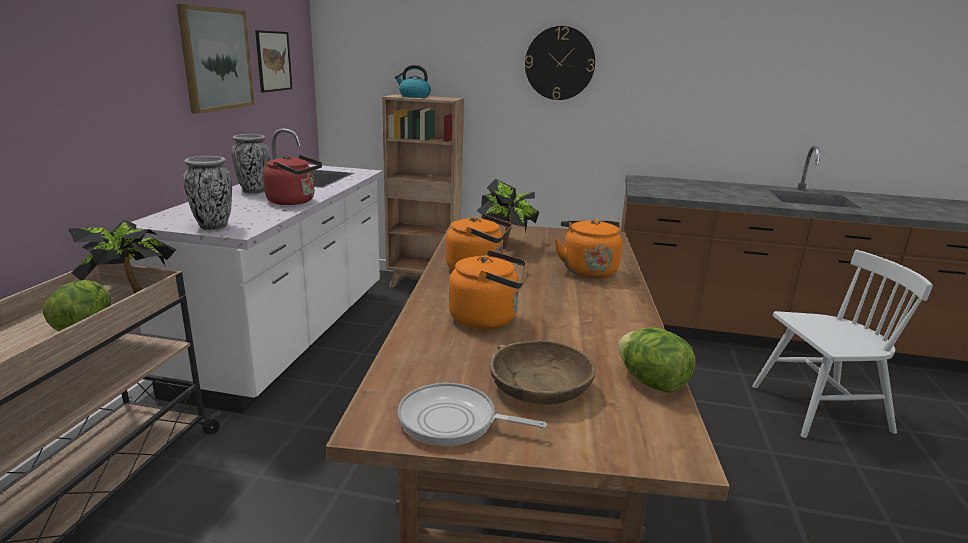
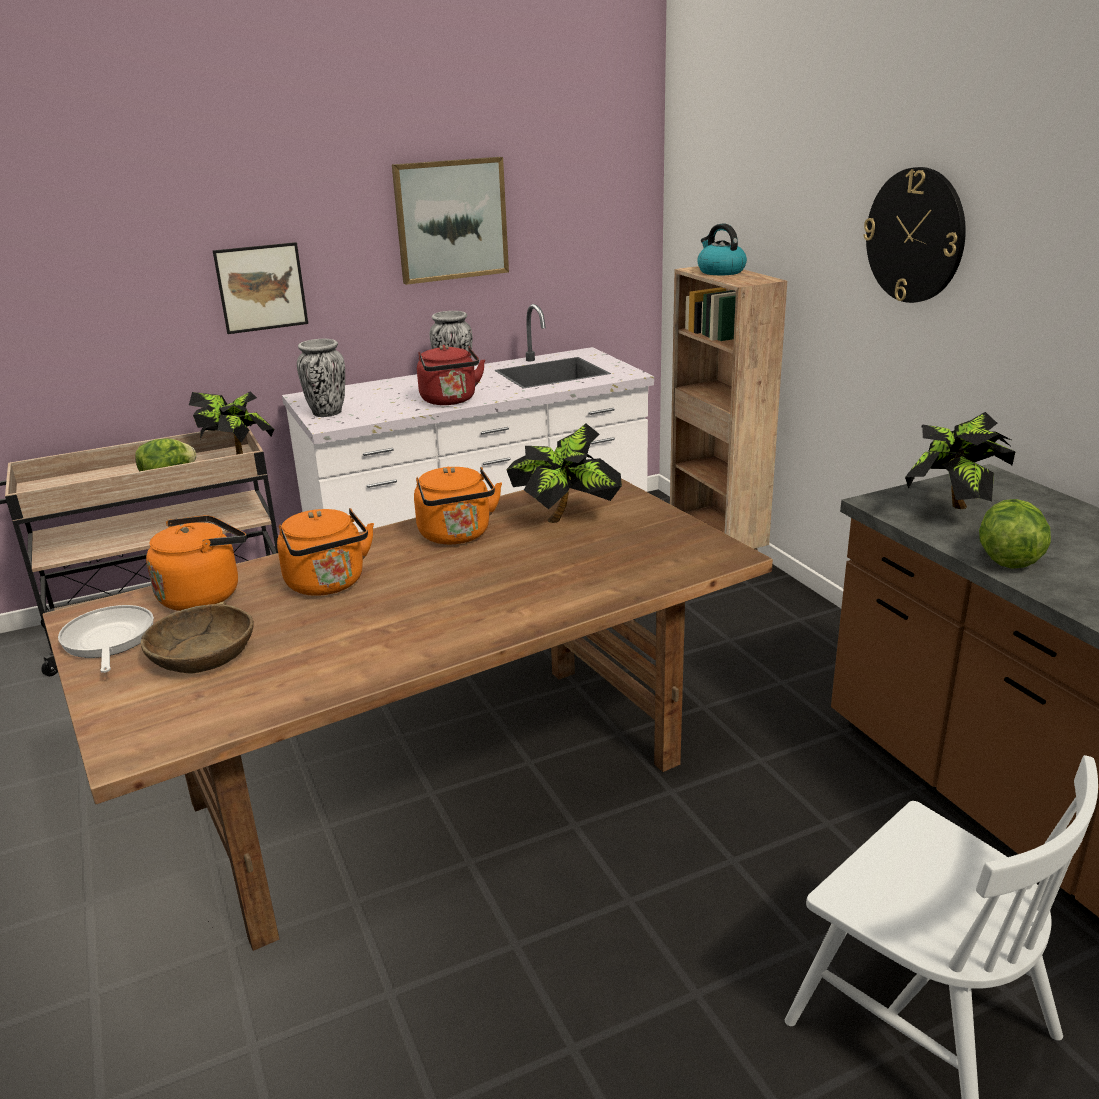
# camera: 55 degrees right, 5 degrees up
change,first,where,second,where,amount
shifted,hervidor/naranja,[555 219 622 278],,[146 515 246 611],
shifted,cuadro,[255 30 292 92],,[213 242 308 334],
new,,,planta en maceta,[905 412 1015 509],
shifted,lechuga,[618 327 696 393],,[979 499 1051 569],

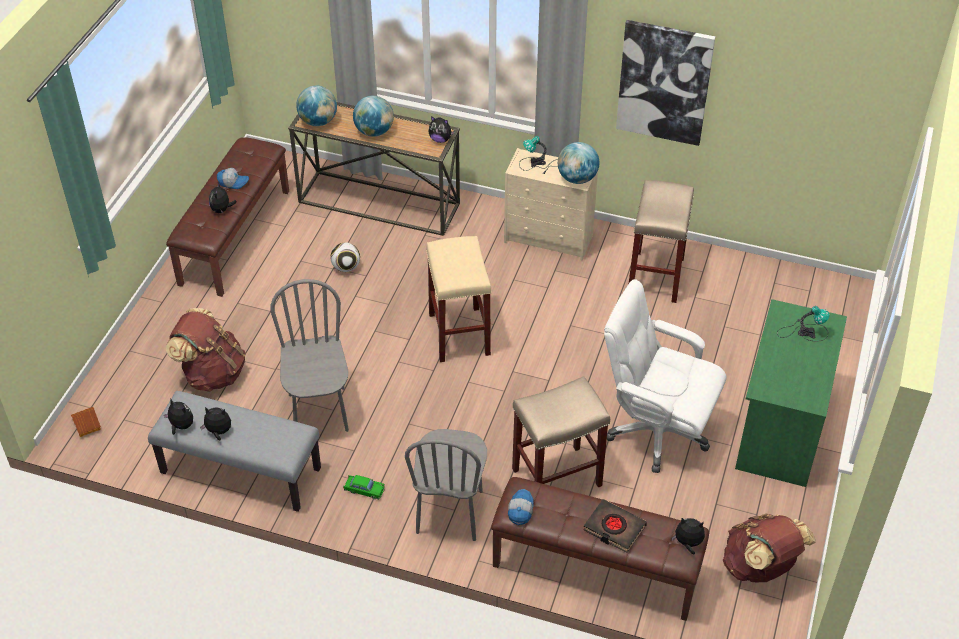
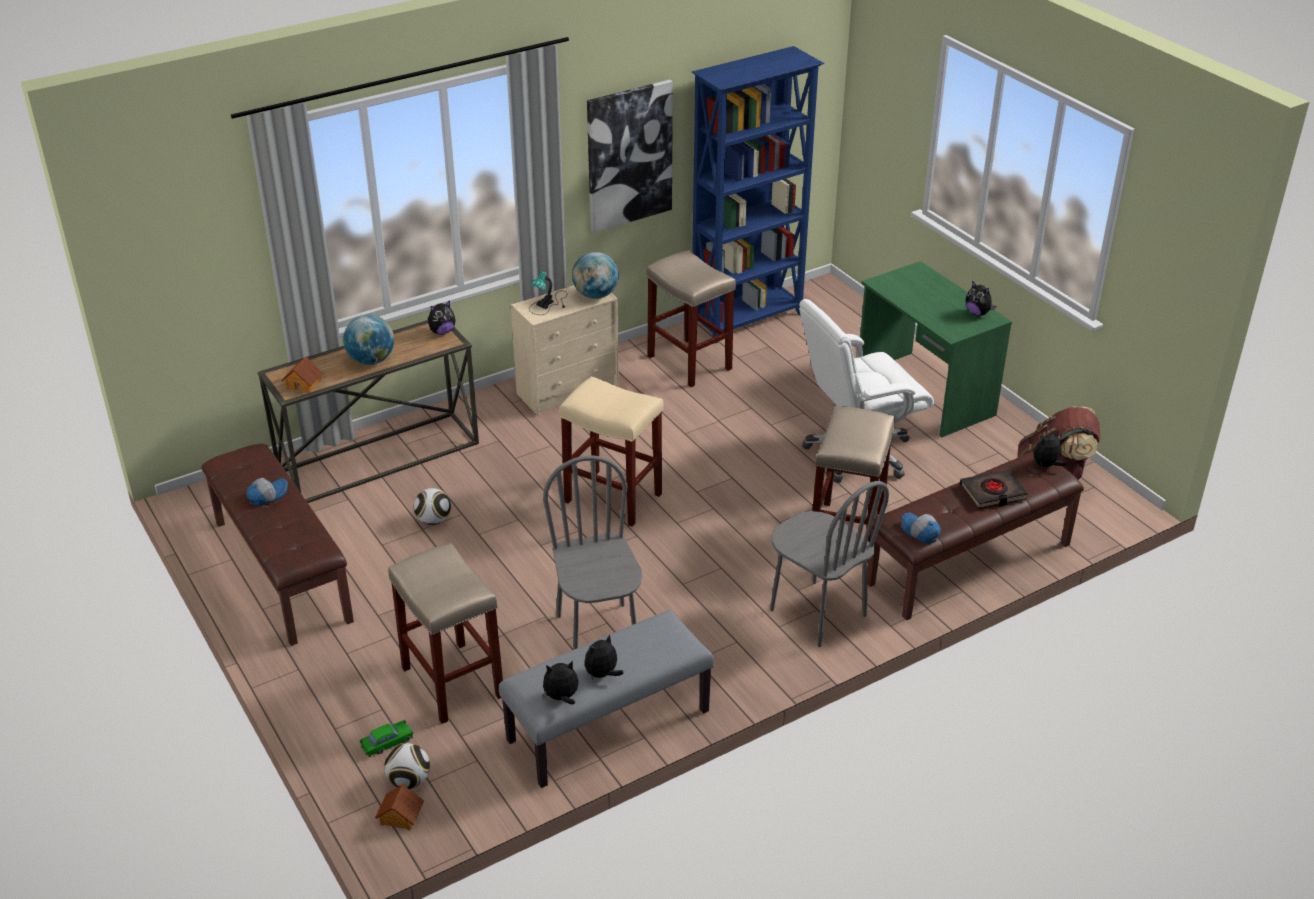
# camera: 50 degrees left, 10 degrees down
change,first,where,second,where,amount
swapped,globo terráqueo,[296 86 337 126],casita,[281 356 323 393],
shifted,coche de juguete/verde,[343 475 385 500],,[359 720 413 757],
new,,,balón de fútbol,[384 743 430 789],
swapped,mochila/marrón,[166 308 246 392],taburete/beis,[388 543 503 724],
rotated,silla/gris,[270 279 349 432],,[543 455 643 650],45 degrees clockwise
new,,,estantería/azul,[692 46 824 344],
shifted,peluche,[209 183 237 214],,[965 281 996 316],
gone,lámpara de mesa,[777 306 830 341],,,

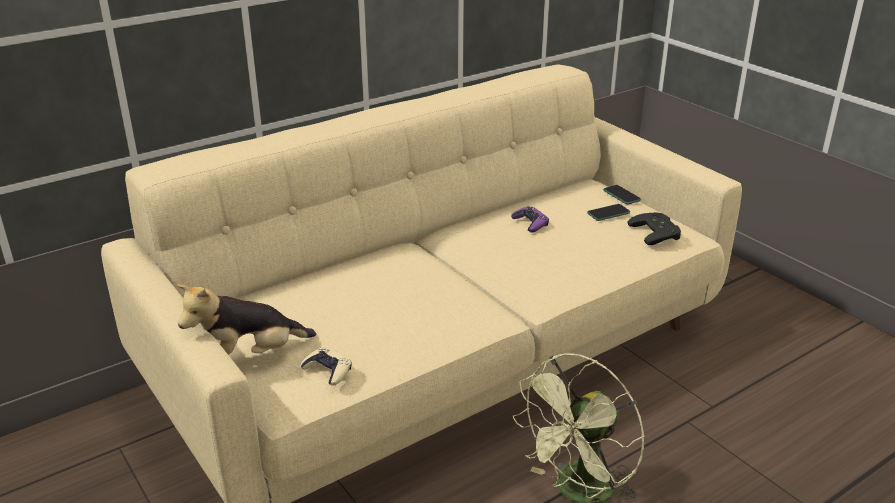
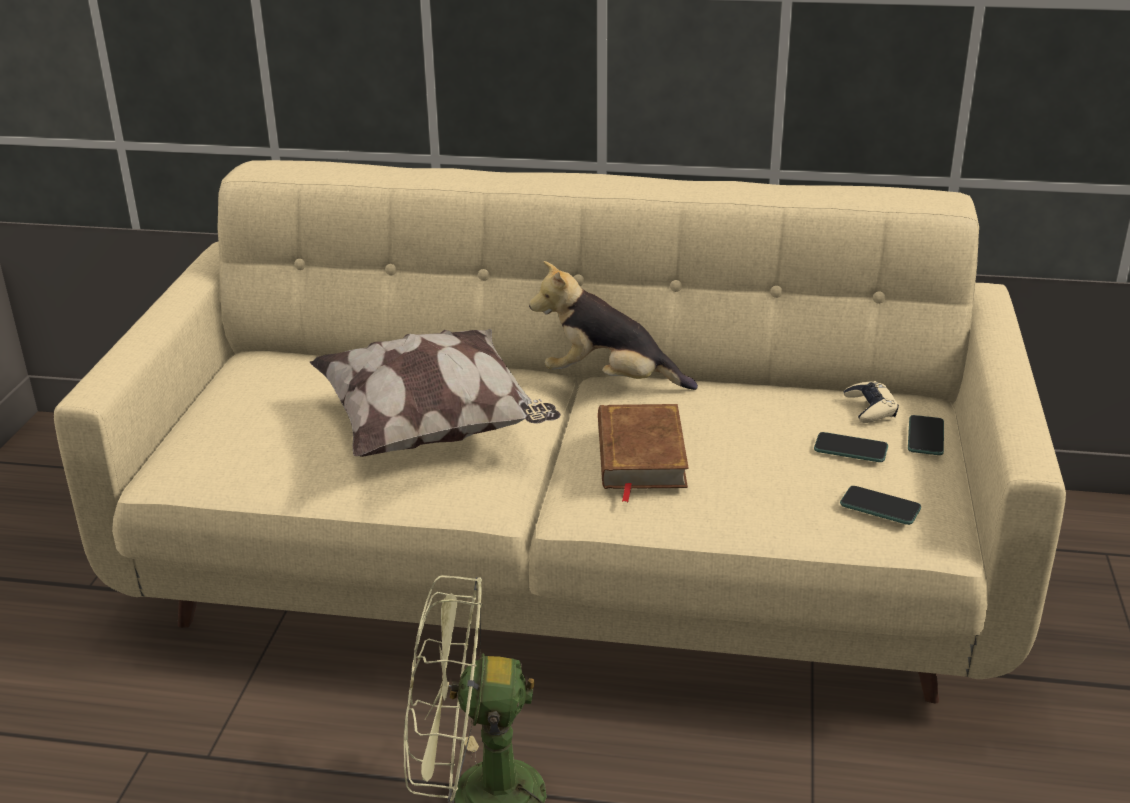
# camera: 45 degrees right, 0 degrees up
change,first,where,second,where,amount
new,,,cojín,[310 329 561 457],
shifted,peluche,[177 285 316 355],,[529 261 698 390],
new,,,libro/marrón,[598 404 689 502],
swapped,mando de consola/negro,[627 212 681 245],móvil,[840 486 921 525],
shifted,mando de consola/beis,[301 348 352 386],,[844 381 899 423],
gone,mando de consola/morado,[511 206 549 233],,,

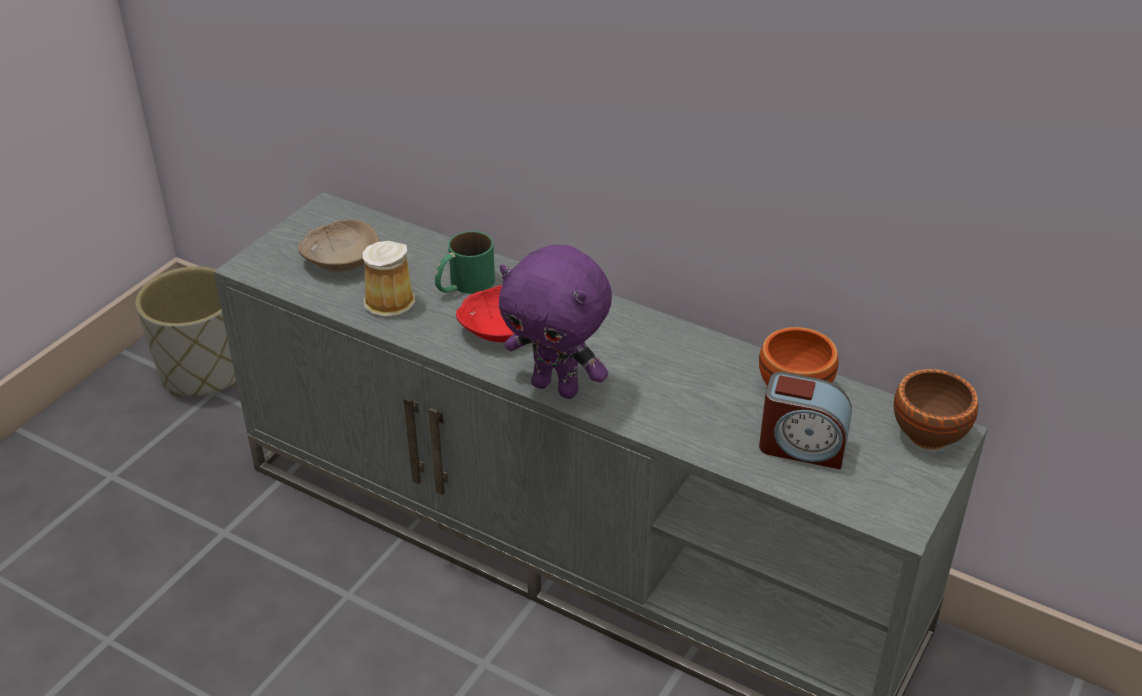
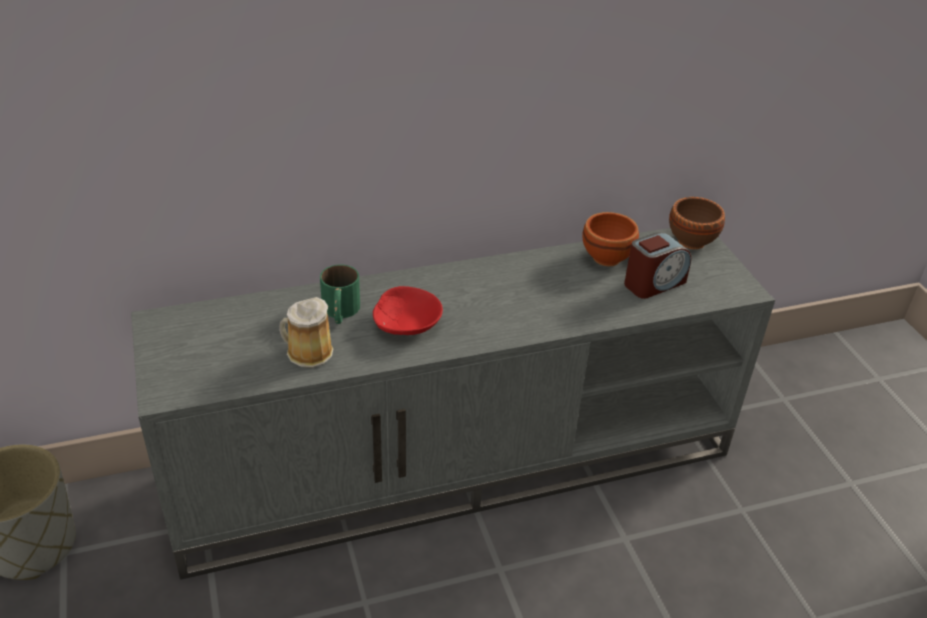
# camera: 50 degrees left, 0 degrees up
change,first,where,second,where,amount
gone,cuenco/beis,[298 219 379 271],,,
gone,peluche/morado,[499 245 612 399],,,

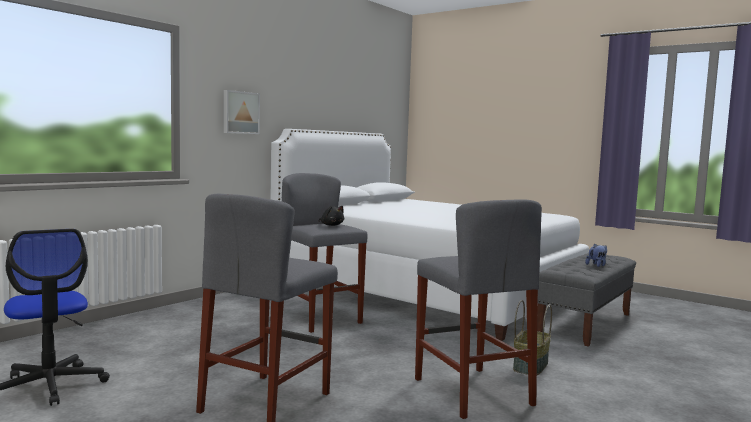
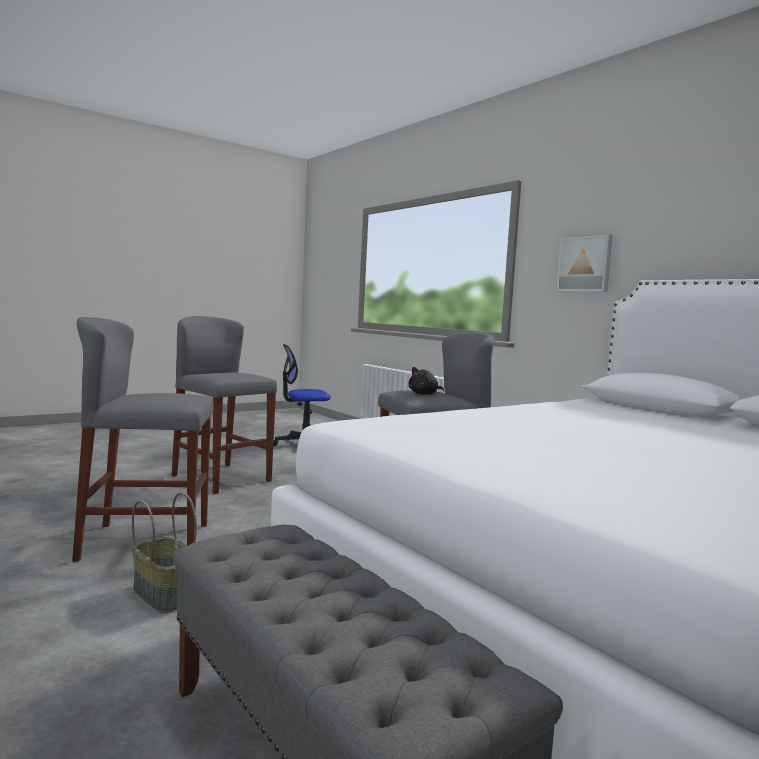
# camera: 105 degrees right, 0 degrees up
change,first,where,second,where,amount
gone,peluche,[585 244 607 267],,,

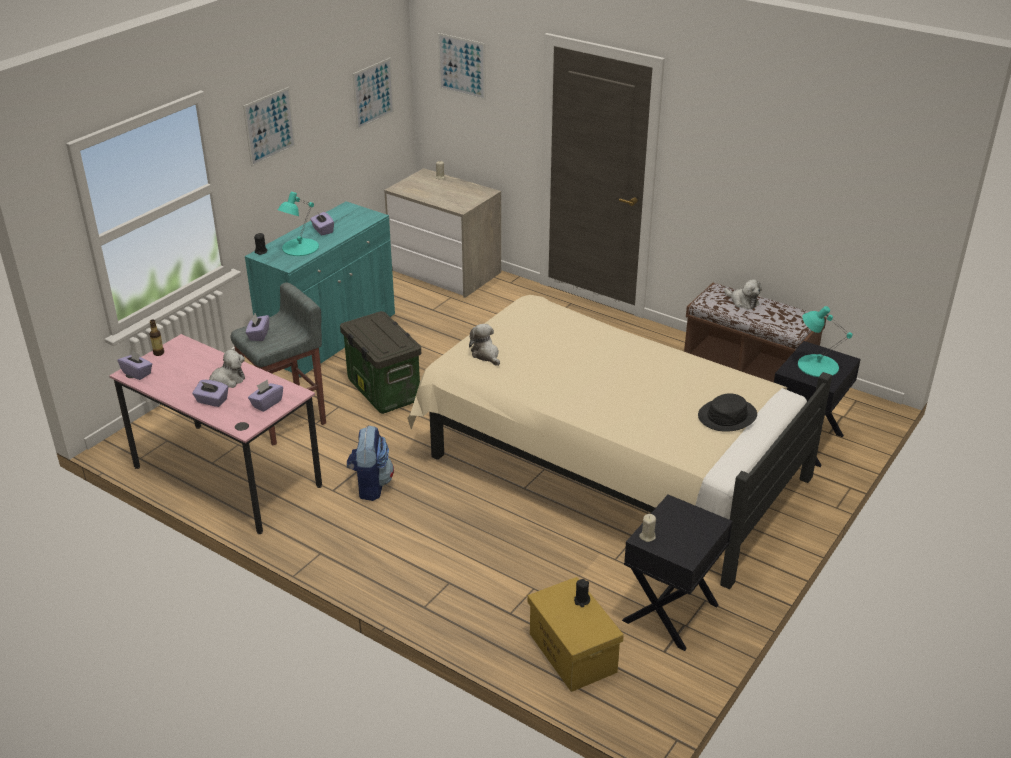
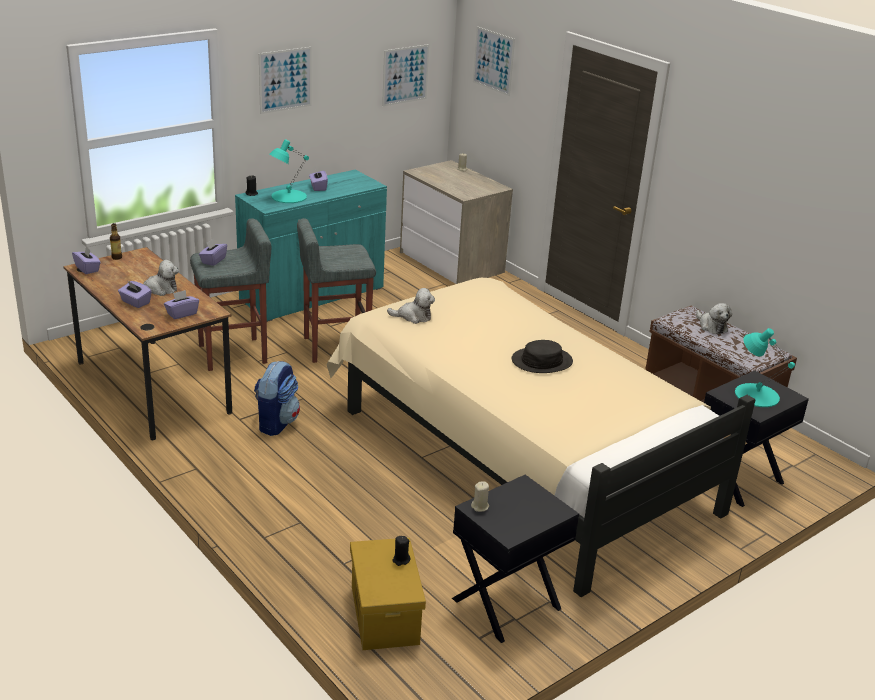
# camera: 15 degrees right, 5 degrees down
change,first,where,second,where,amount
repainted,escritorio/rosa,[109 334 322 534],escritorio/marrón,[63 247 232 440],
swapped,caja de almacenaje,[340 311 421 414],taburete/gris,[297 218 376 363],
rotated,peluche,[469 324 500 366],,[387 288 435 324],105 degrees clockwise
shifted,sombrero/negro,[698 393 757 432],,[512 340 573 373],

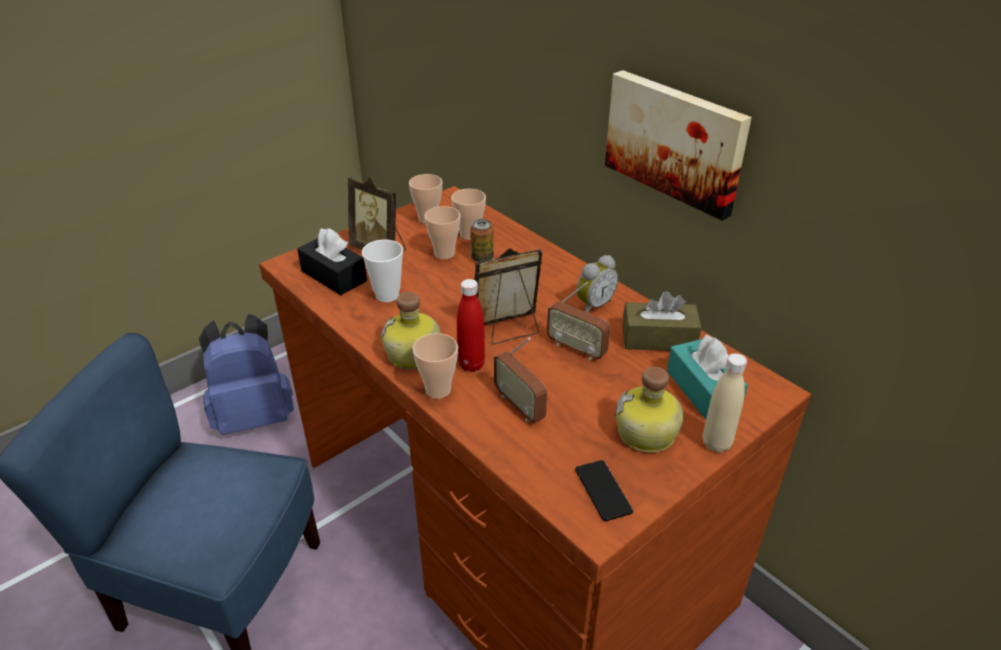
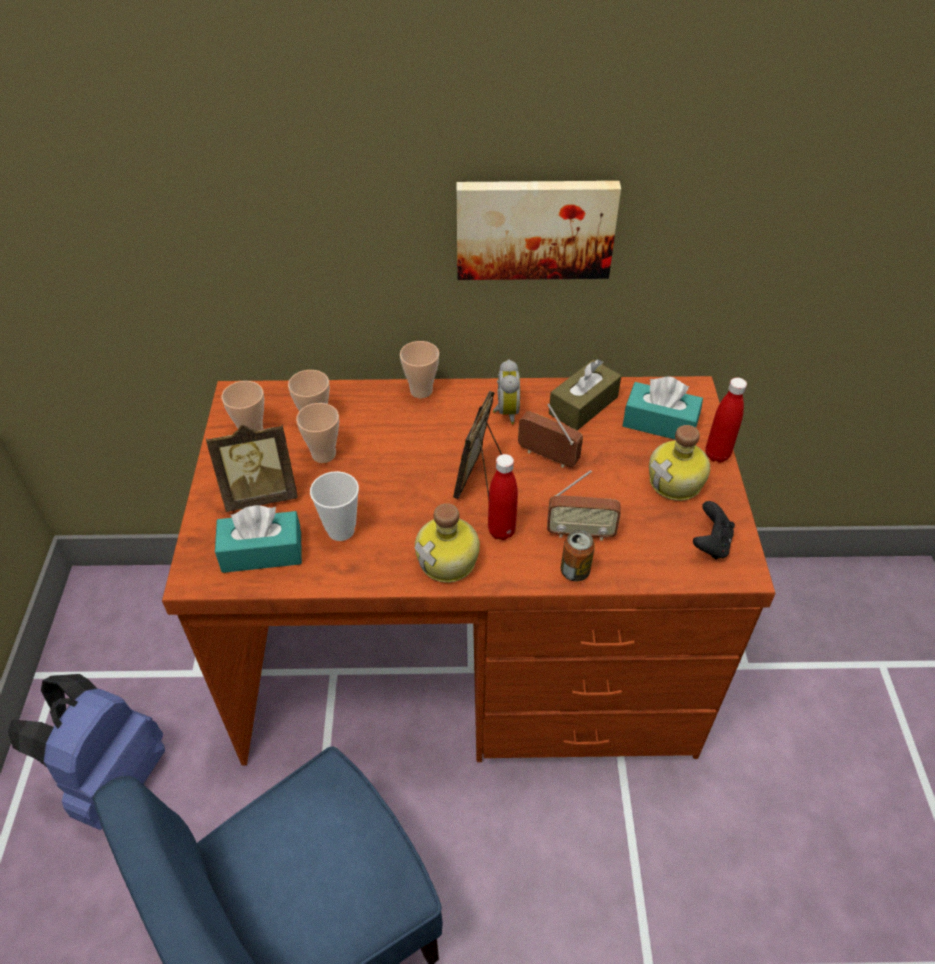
# camera: 50 degrees left, 10 degrees up
change,first,where,second,where,amount
repainted,caja de pañuelos/negro,[297 228 367 295],caja de pañuelos/turquesa,[215 505 302 573],
shifted,taza,[413 333 458 399],,[400 341 439 398],
rotated,radio,[547 282 611 360],,[518 403 583 468],135 degrees counterclockwise
shifted,lata,[470 219 494 262],,[561 530 595 581],
swapped,móvil,[575 460 633 521],mando de consola/negro,[693 501 735 560],
repainted,botella/beis,[703 353 747 453],botella/rojo,[705 378 747 463],

